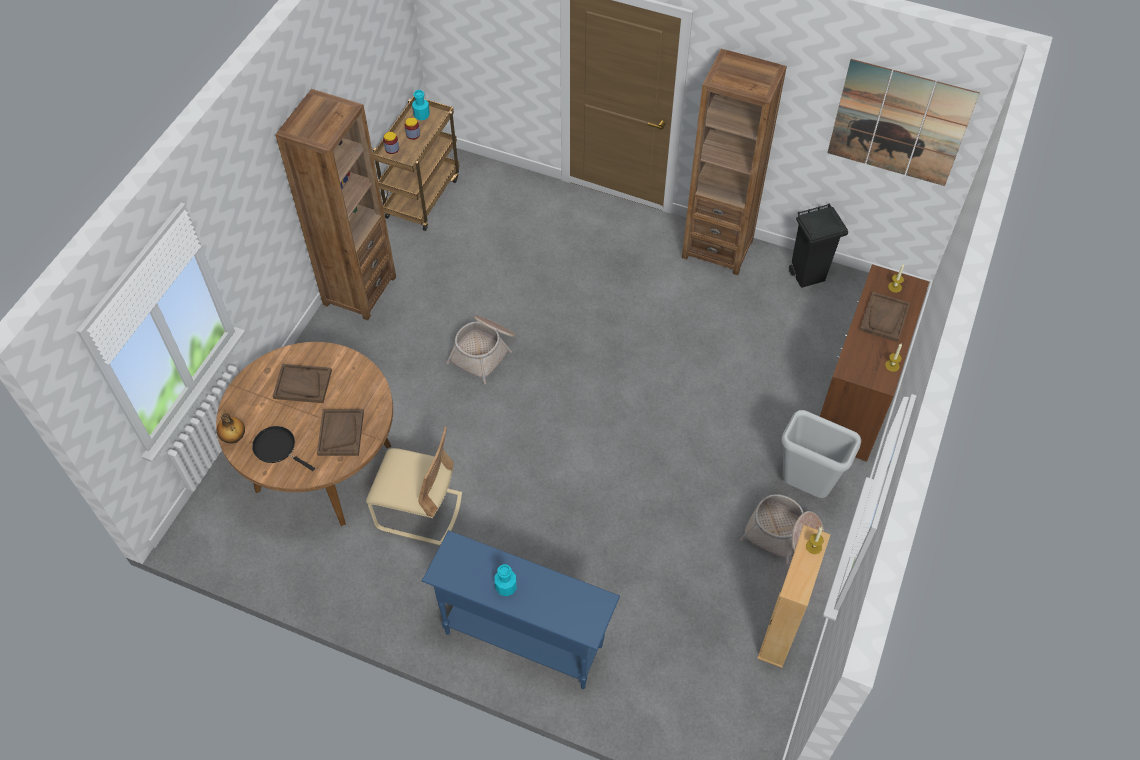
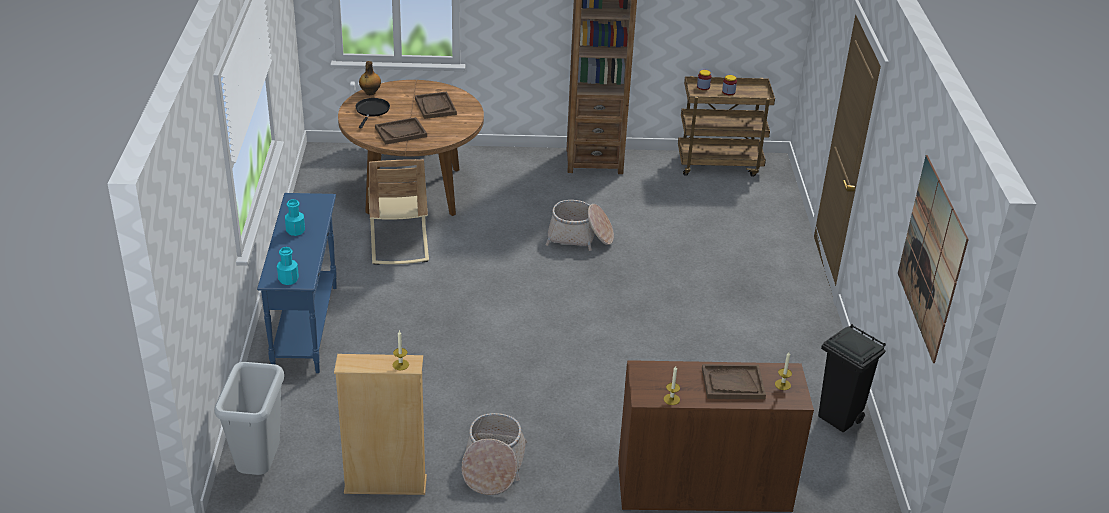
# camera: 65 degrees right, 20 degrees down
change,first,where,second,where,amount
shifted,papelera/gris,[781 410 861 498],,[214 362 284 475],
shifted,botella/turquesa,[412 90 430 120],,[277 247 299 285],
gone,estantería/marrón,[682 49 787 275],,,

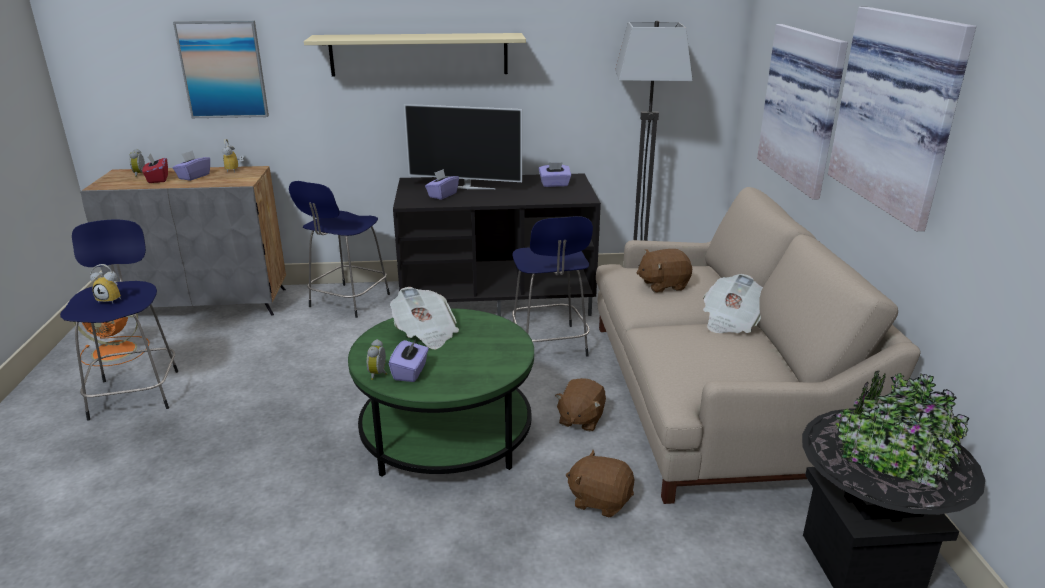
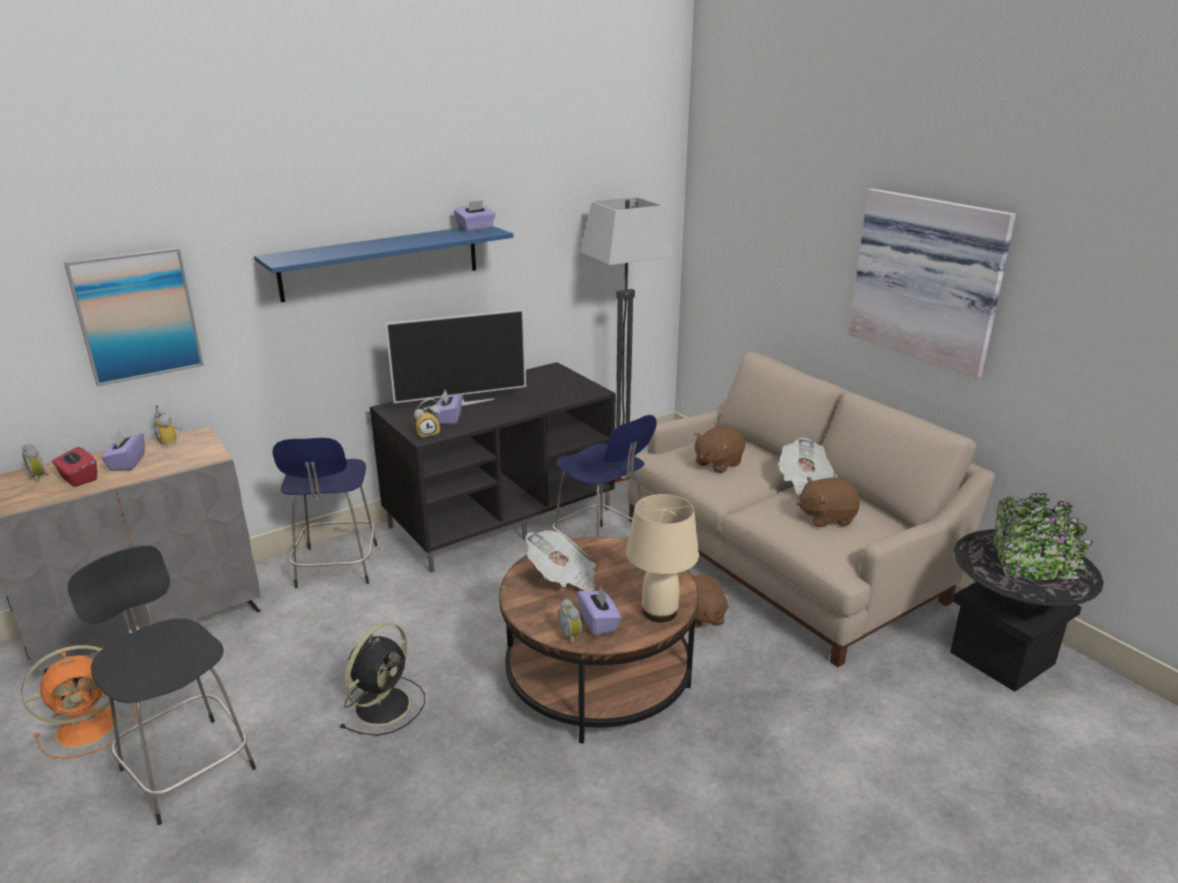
# camera: 30 degrees left, 0 degrees up
change,first,where,second,where,amount
repainted,taburete/azul,[60 220 178 420],taburete/negro,[68 546 256 825],
repainted,estante/beis,[304 33 526 77],estante/azul,[254 226 513 302],
new,,,ventilador/negro,[340 622 425 736],
shifted,despertador,[90 264 121 303],,[414 398 441 438],
shifted,caja de pañuelos/morado,[539 162 572 187],,[454 200 496 232],
repainted,mesa de centro/verde,[348 308 534 477],mesa de centro/marrón,[499 537 699 744],
new,,,lámpara de mesa/beis,[626 494 699 622],
shifted,peluche/marrón,[566 450 634 517],,[797 477 860 527],
gone,cuadro,[757 24 848 200],,,

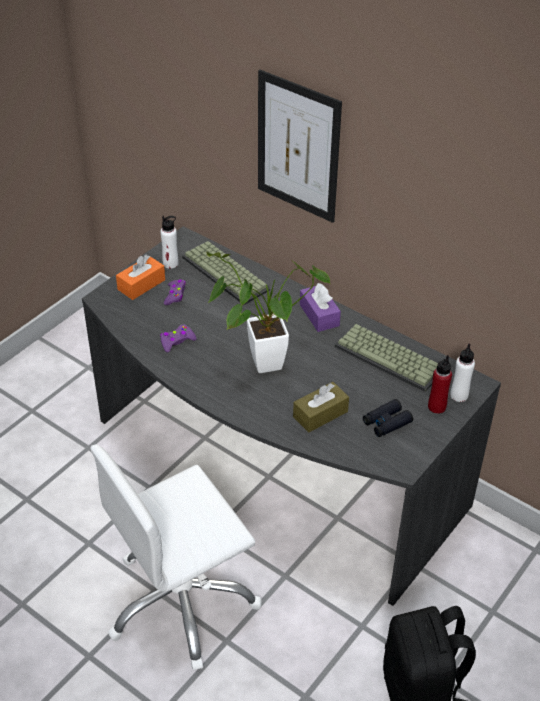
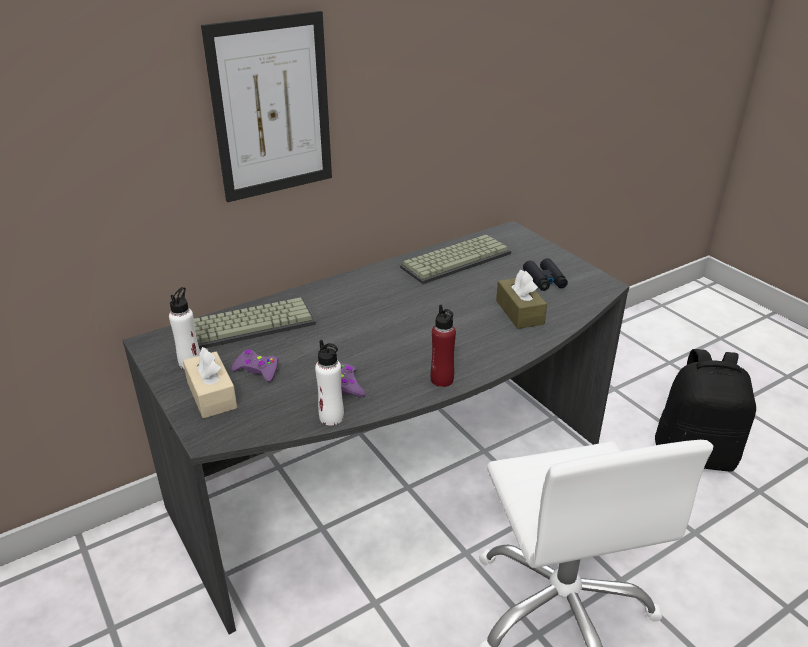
# camera: 70 degrees left, 10 degrees down
change,first,where,second,where,amount
repainted,caja de pañuelos/naranja,[116 254 165 300],caja de pañuelos/beis,[183 347 238 418],
shifted,botella/blanco,[450 343 475 402],,[315 340 344 425],
shifted,botella/rojo,[428 355 452 414],,[431 305 456 387],
gone,planta en maceta,[207 252 330 373],,,
gone,caja de pañuelos/morado,[300 283 341 332],,,

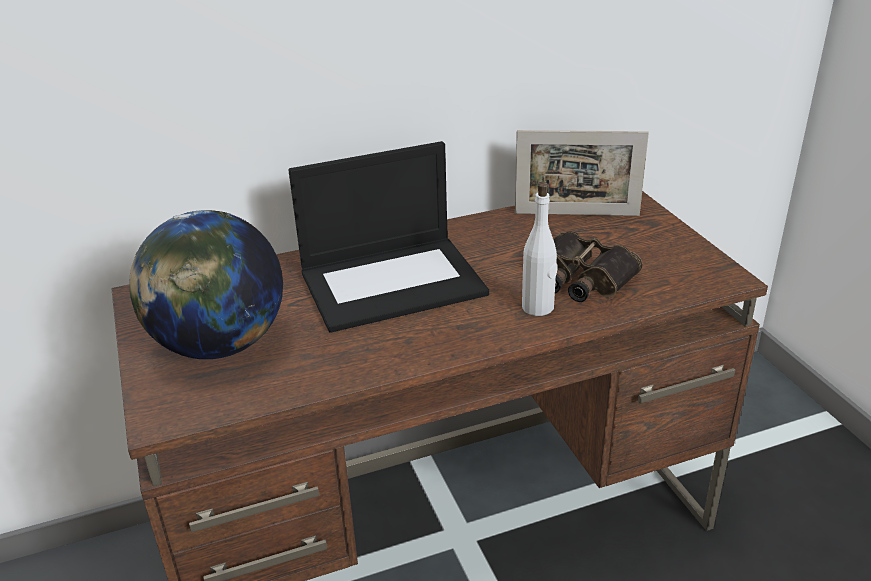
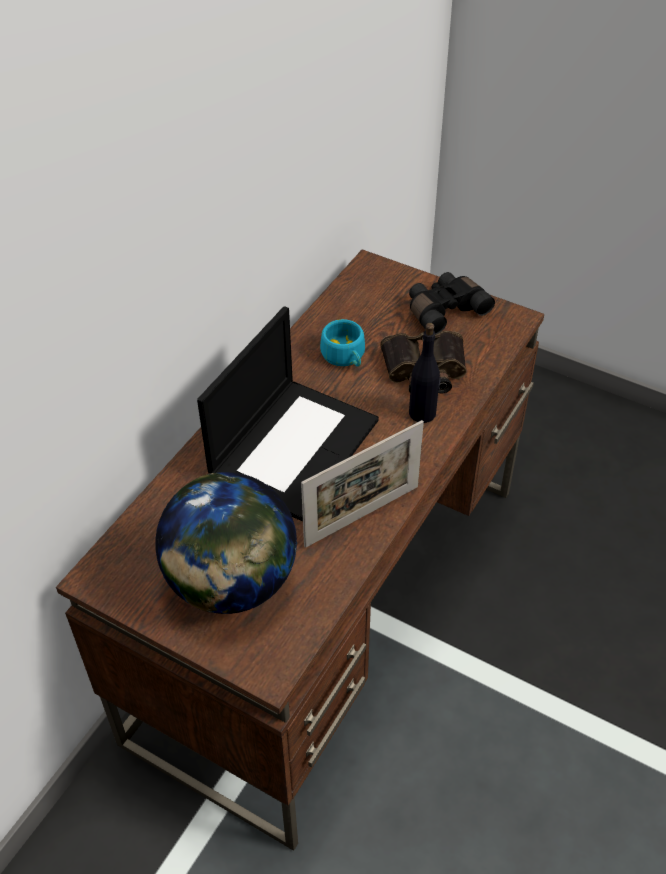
# camera: 40 degrees left, 15 degrees up
change,first,where,second,where,amount
shifted,portarretratos,[515 130 649 216],,[301 420 424 548],
new,,,taza/turquesa,[320 319 365 367],
new,,,prismáticos/negro,[409 272 495 335],
repainted,botella/blanco,[522 182 558 316],botella/negro,[409 323 441 423],

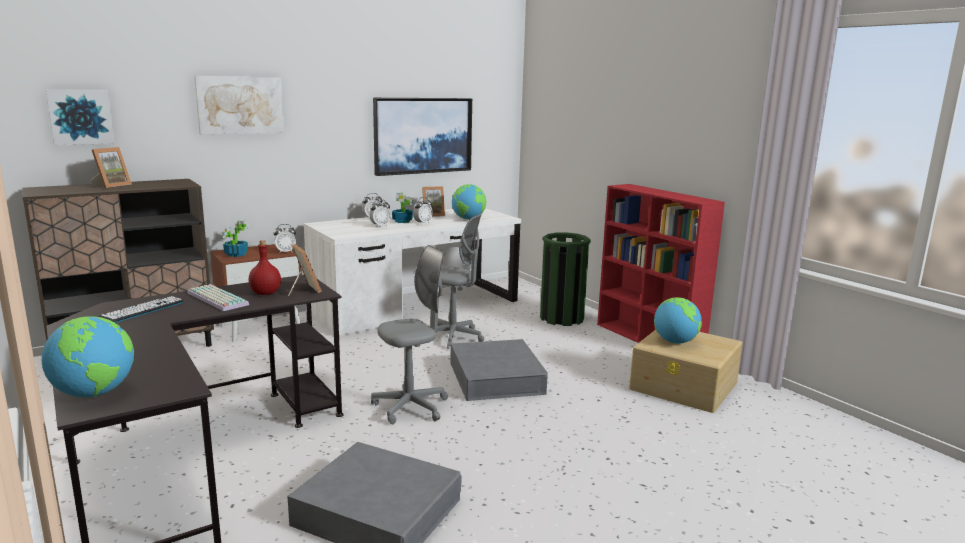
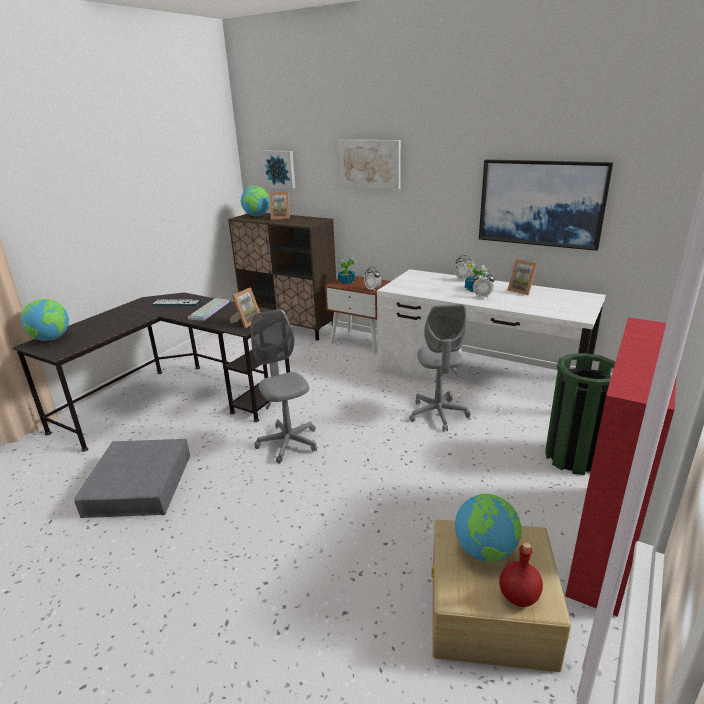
# camera: 65 degrees right, 10 degrees up
change,first,where,second,where,amount
shifted,globo terráqueo,[452 184 486 220],,[241 186 270 217],
rotated,silla de oficina/gris,[371 245 448 424],,[251 309 317 464],150 degrees counterclockwise
shifted,botella/rojo,[249 240 281 295],,[499 542 543 607],
gone,despertador,[370 199 391 227],,,
gone,caja de almacenaje/gris,[451 339 548 401],,,

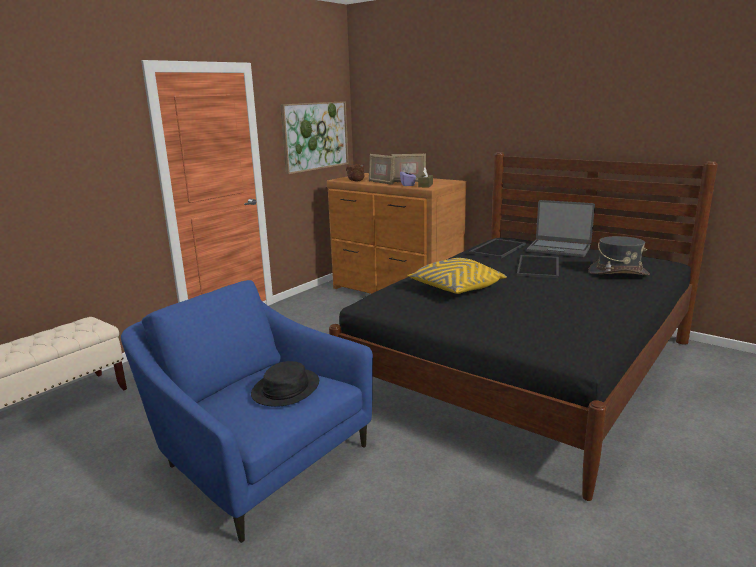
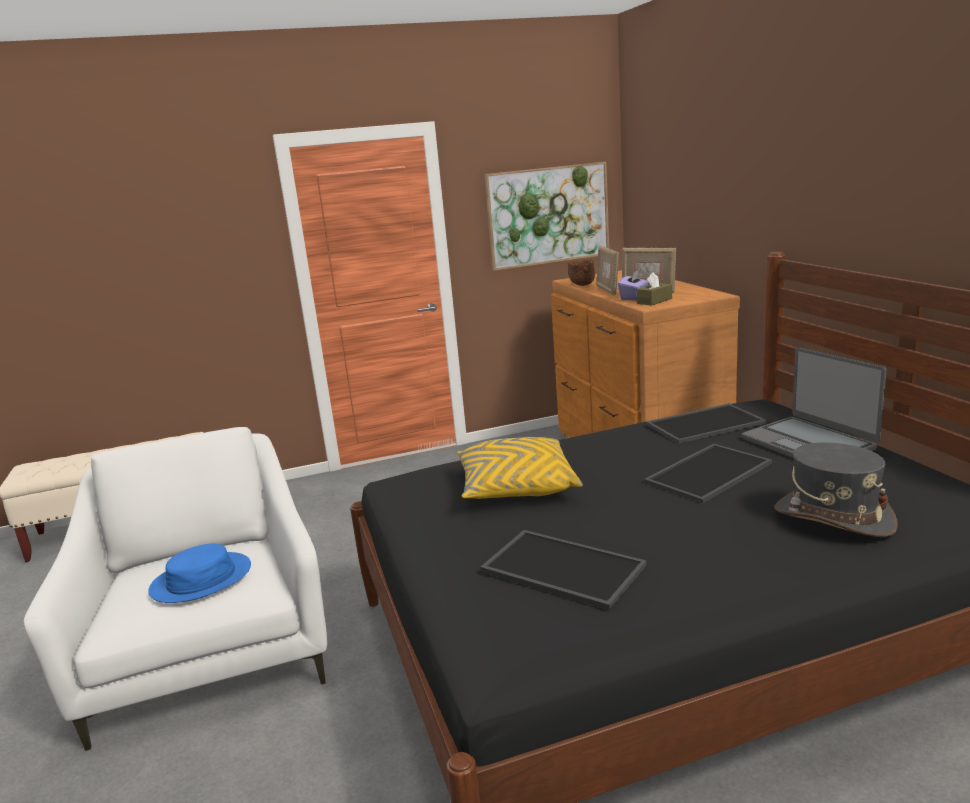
# camera: 35 degrees right, 0 degrees up
change,first,where,second,where,amount
repainted,sillón/azul,[121 280 373 543],sillón/blanco,[24 427 327 751],
repainted,sombrero/negro,[251 361 319 407],sombrero/azul,[148 543 251 603],
new,,,bandeja,[480 530 647 610],

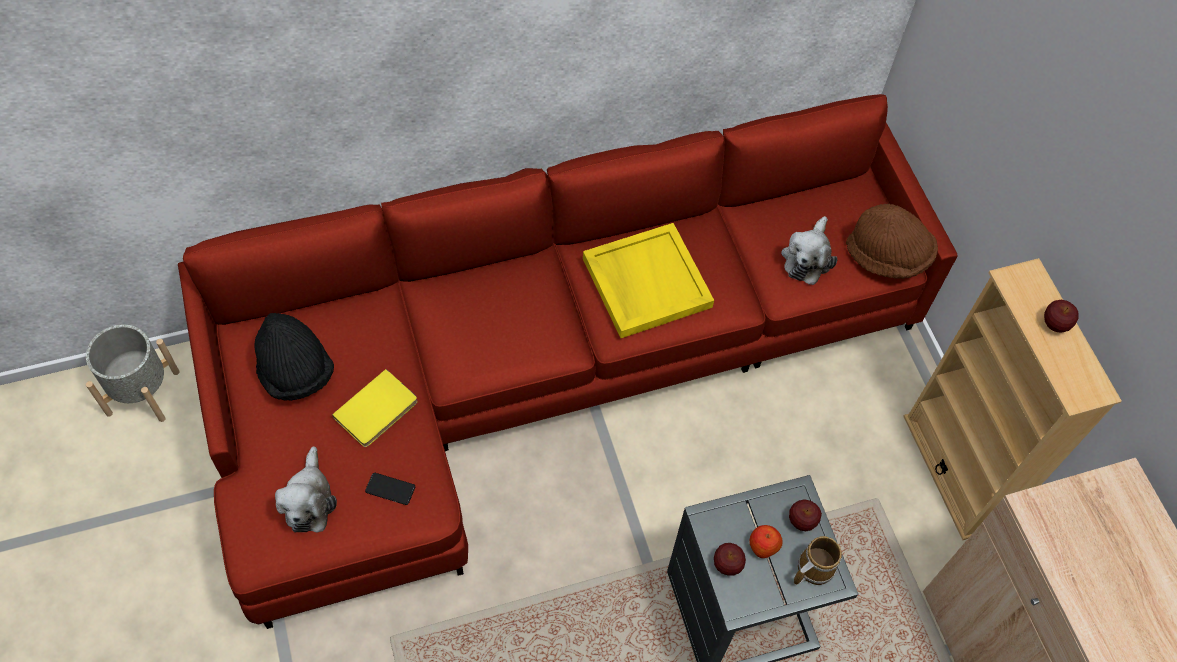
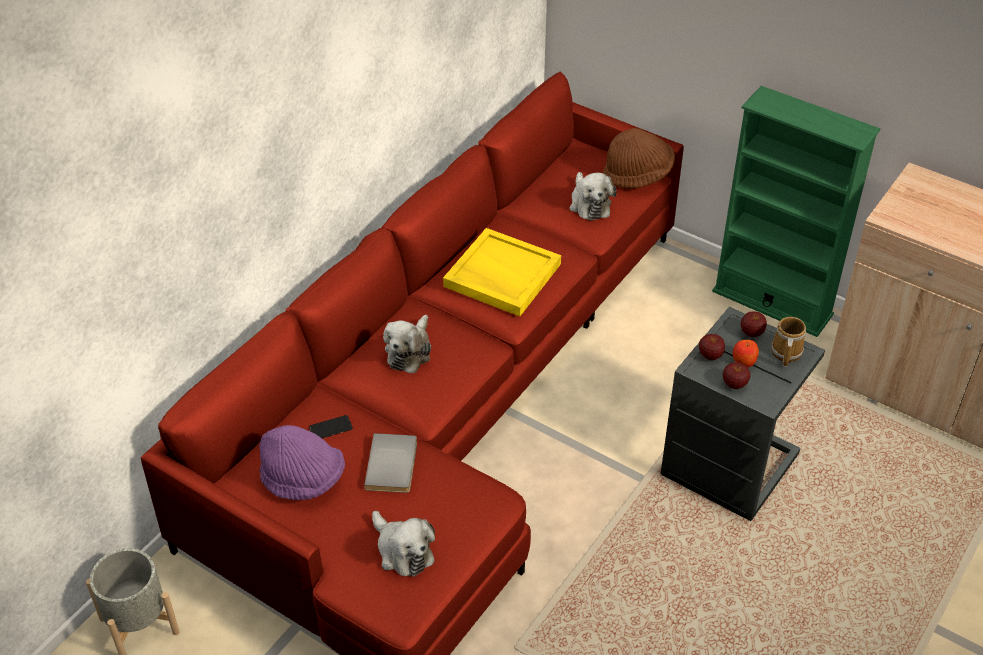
# camera: 35 degrees left, 15 degrees down
change,first,where,second,where,amount
repainted,sombrero/negro,[254 313 334 401],sombrero/morado,[259 425 345 500],
shifted,móvil,[365 473 415 505],,[309 415 353 438],
repainted,libro/amarillo,[332 369 417 447],libro/gris,[364 433 417 493],
new,,,peluche,[383 315 431 374],
shifted,manzana,[1044 300 1078 333],,[699 334 725 360],
repainted,estantería/beis,[903 258 1122 540],estantería/verde,[712 86 880 337],

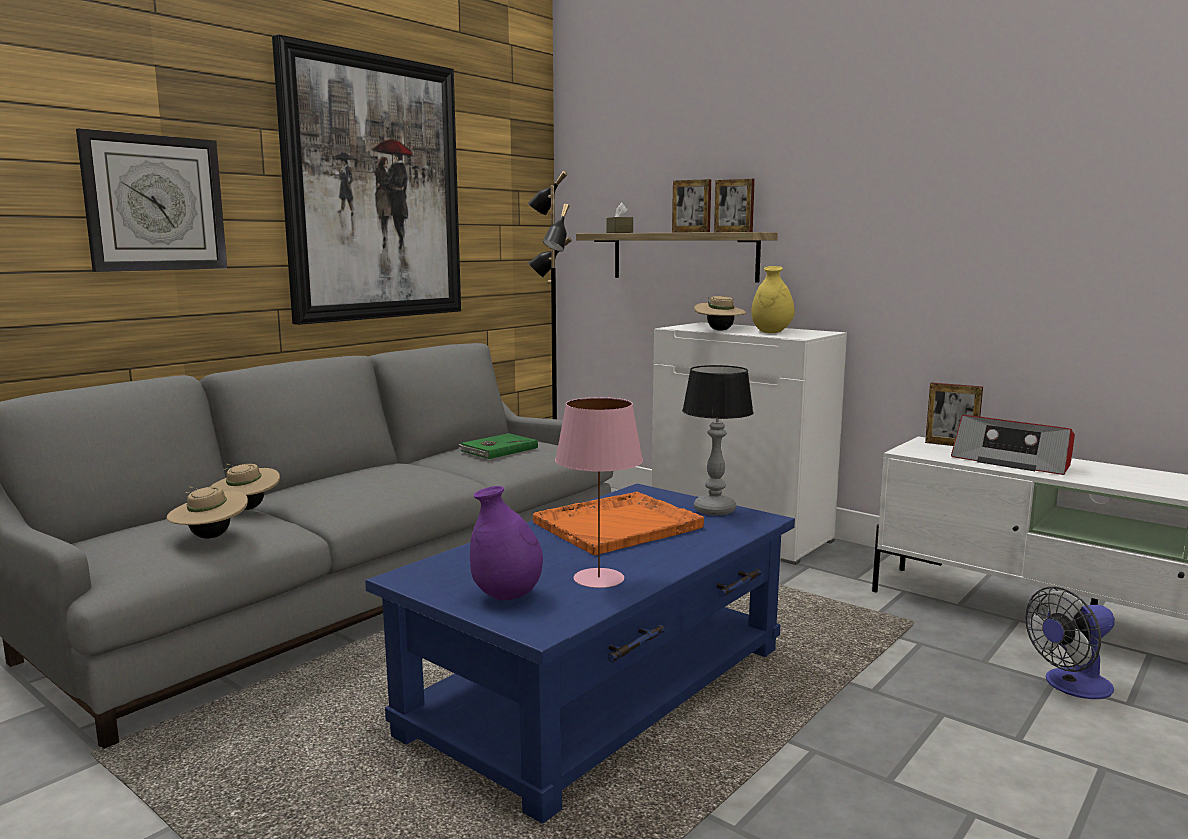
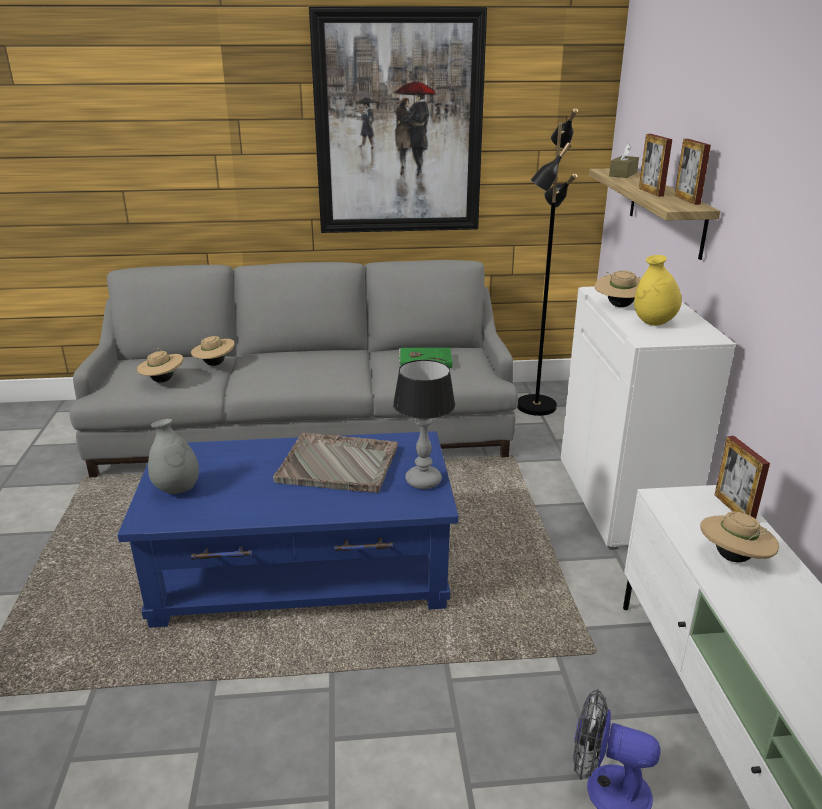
# camera: 45 degrees right, 15 degrees up
change,first,where,second,where,amount
repainted,florero/morado,[470 486 543 600],florero/gris,[148 419 199 494],
repainted,bandeja/naranja,[533 492 704 555],bandeja/gris,[273 433 398 493],
swapped,radio,[951 415 1075 475],sombrero/beis,[700 511 779 562],
gone,reloj de pared,[76 128 227 272],,,
gone,lámpara de mesa/rosa,[555 397 643 588],,,

